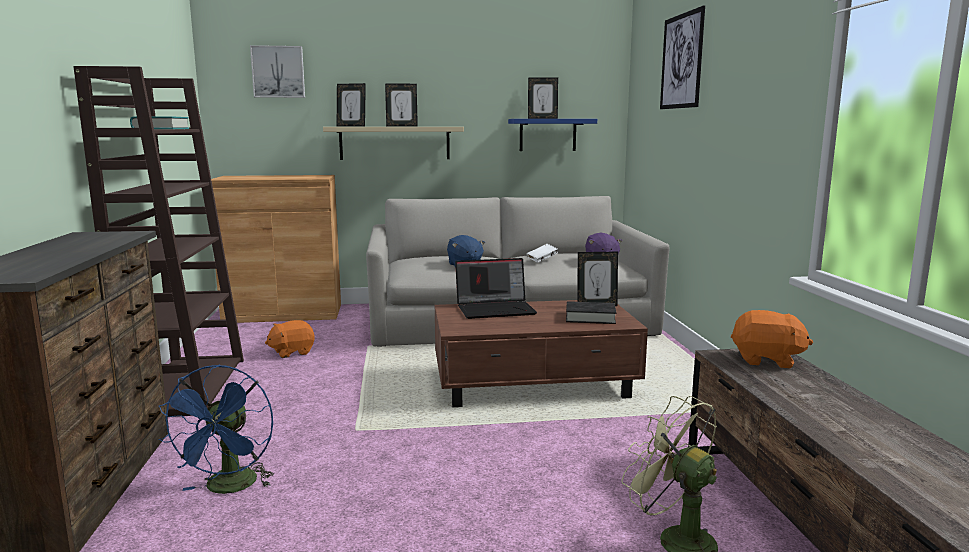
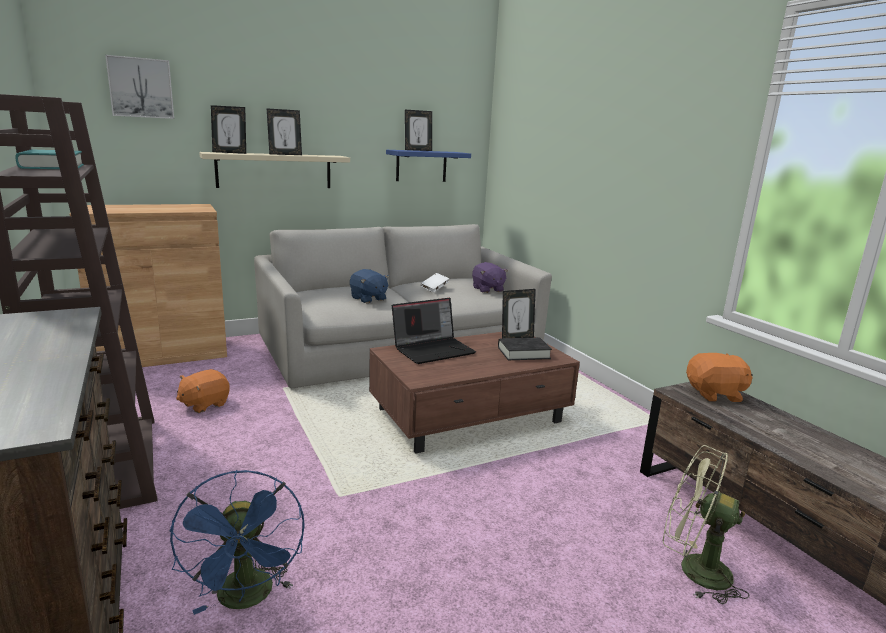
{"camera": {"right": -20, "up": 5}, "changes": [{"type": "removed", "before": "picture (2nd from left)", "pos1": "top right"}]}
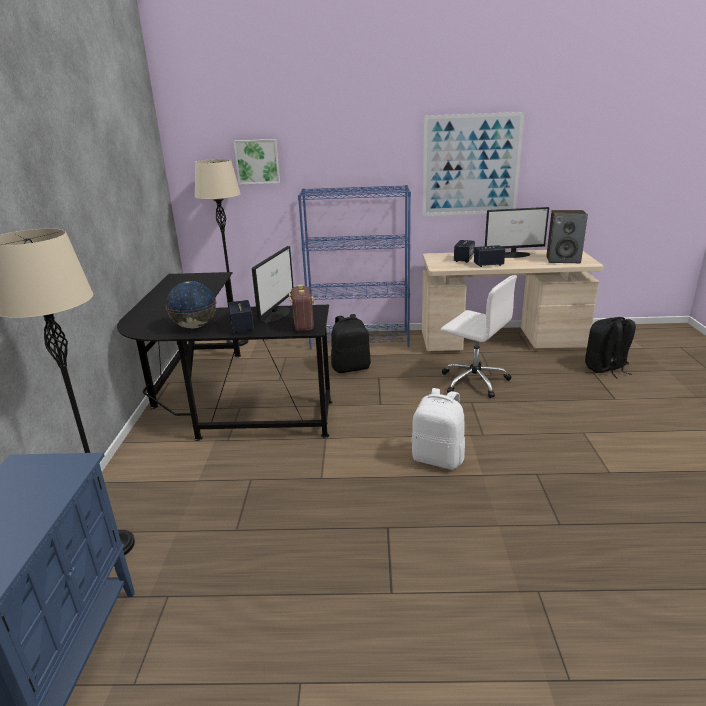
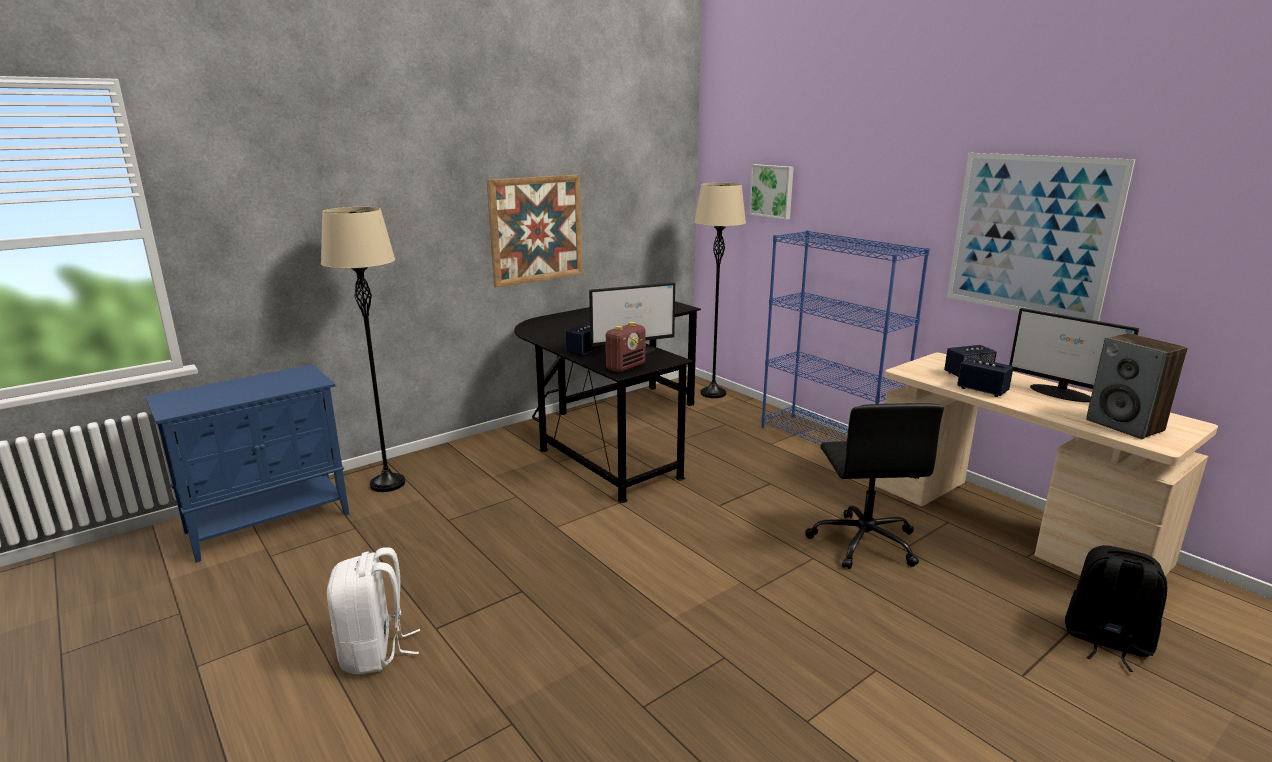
{"camera": {"right": 50, "up": -5}, "changes": [{"type": "recoloured", "before": "white office chair", "after": "black office chair", "pos1": "middle right", "pos2": "middle right"}, {"type": "removed", "before": "globe", "pos1": "middle left"}, {"type": "removed", "before": "black backpack (1st from left)", "pos1": "centre"}, {"type": "moved", "before": "white backpack", "pos1": "centre", "pos2": "bottom left"}, {"type": "added", "after": "picture (1st from left)", "pos2": "top centre"}]}
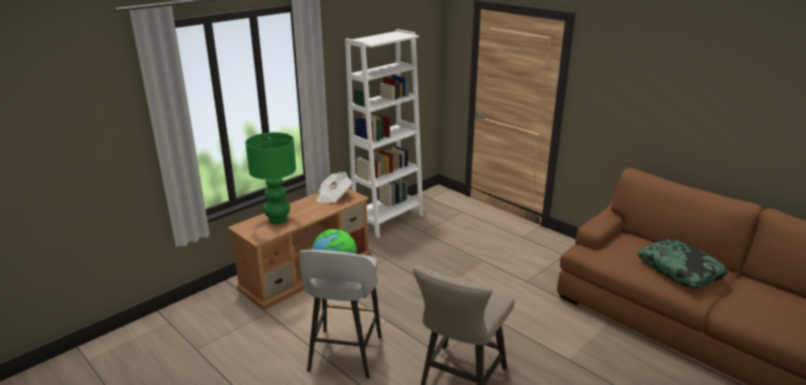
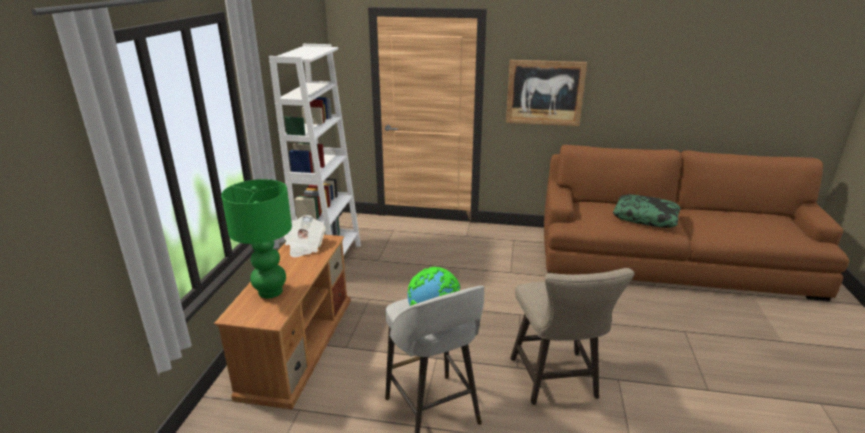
{"camera": {"right": -35, "up": 0}, "changes": [{"type": "added", "after": "picture", "pos2": "top centre"}]}
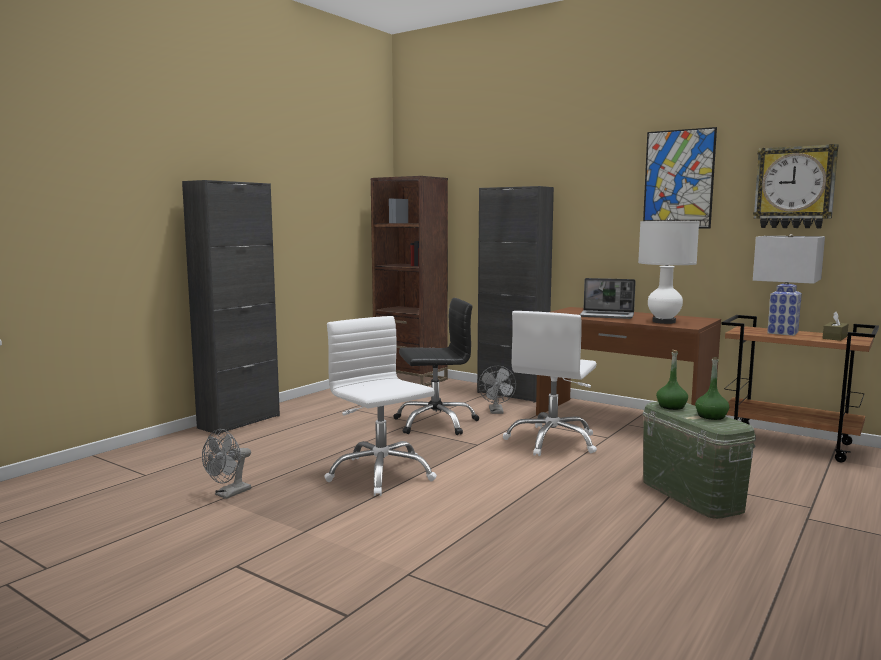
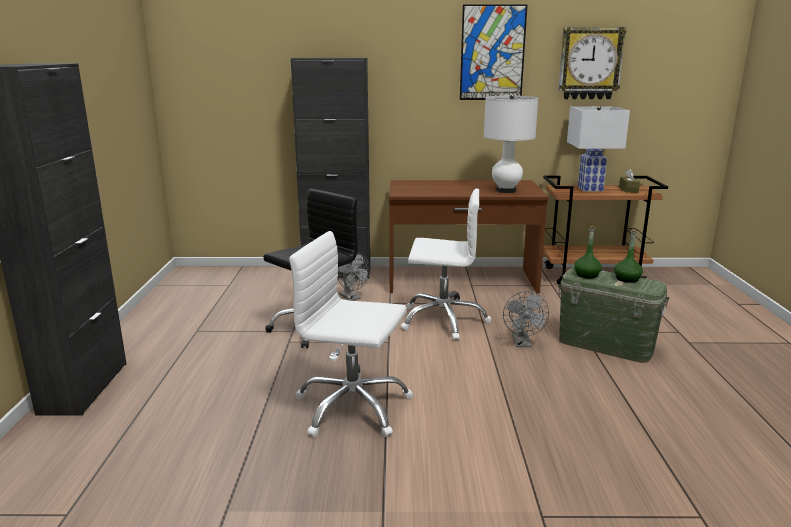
{"camera": {"right": -35, "up": 10}, "changes": [{"type": "removed", "before": "brown bookcase", "pos1": "centre"}, {"type": "removed", "before": "laptop", "pos1": "middle right"}, {"type": "turned", "before": "white office chair (2nd from left)", "pos1": "centre", "pos2": "centre", "turn": -75}, {"type": "moved", "before": "grey fan (1st from left in the first image)", "after": "grey fan (2nd from left)", "pos1": "bottom left", "pos2": "centre"}]}
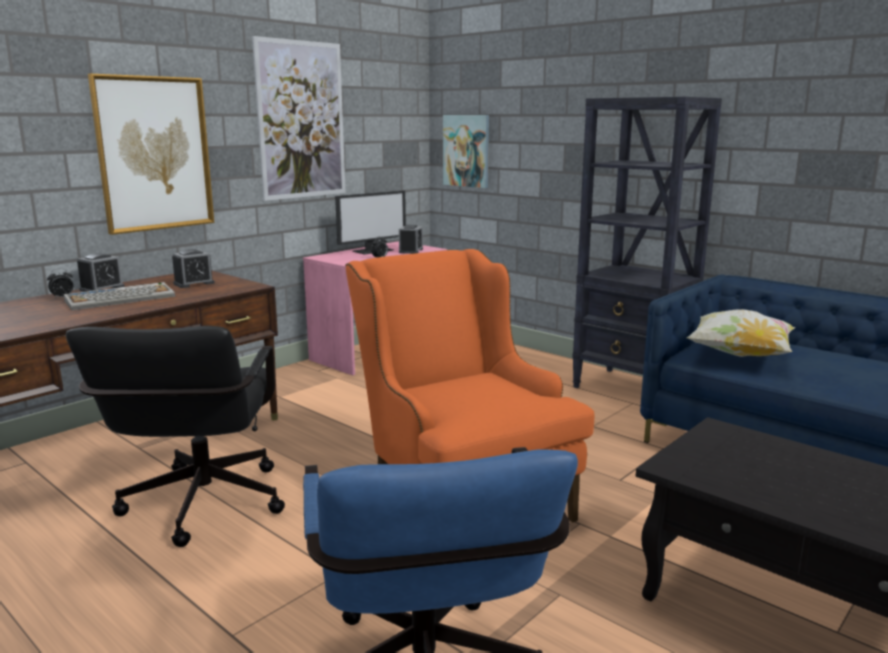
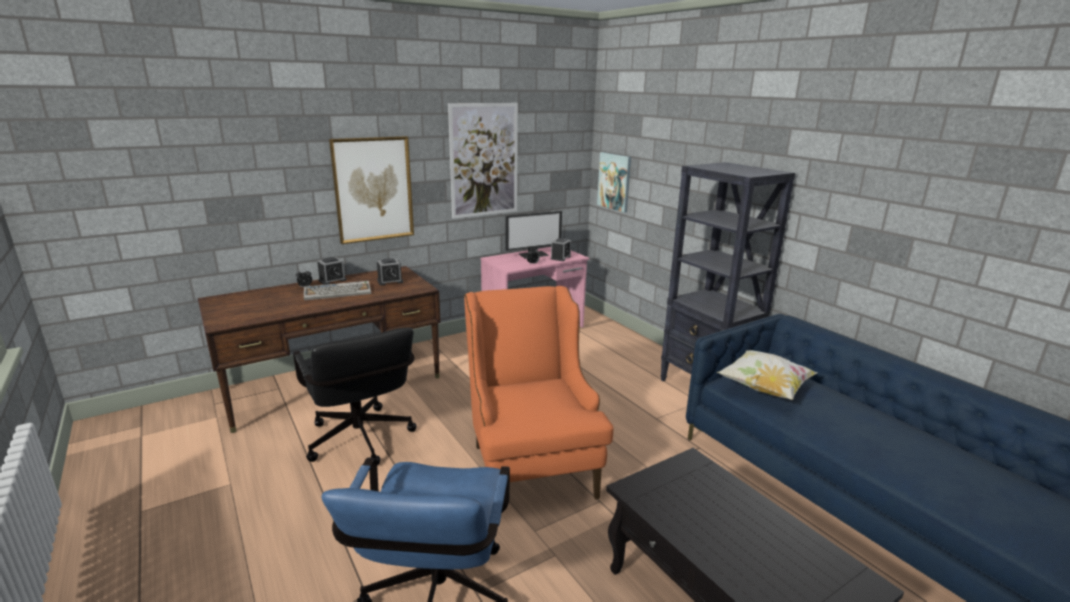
{"camera": {"right": 15, "up": 5}, "changes": [{"type": "turned", "before": "black office chair", "pos1": "bottom left", "pos2": "middle left", "turn": -45}]}
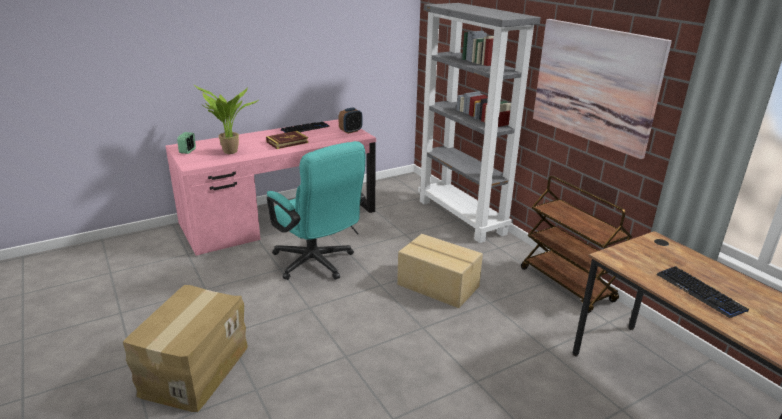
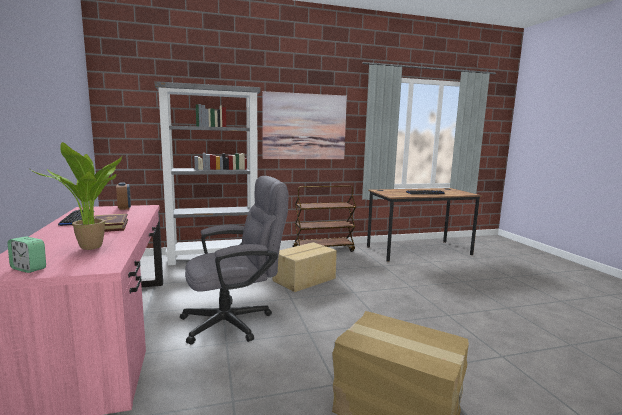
{"camera": {"right": -75, "up": -15}, "changes": [{"type": "recoloured", "before": "turquoise office chair", "after": "grey office chair", "pos1": "centre", "pos2": "centre"}]}
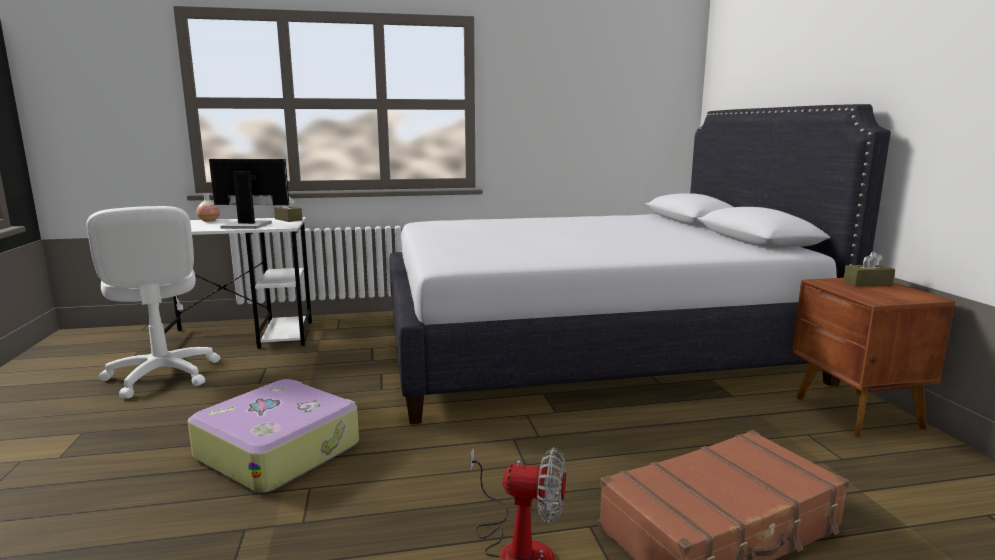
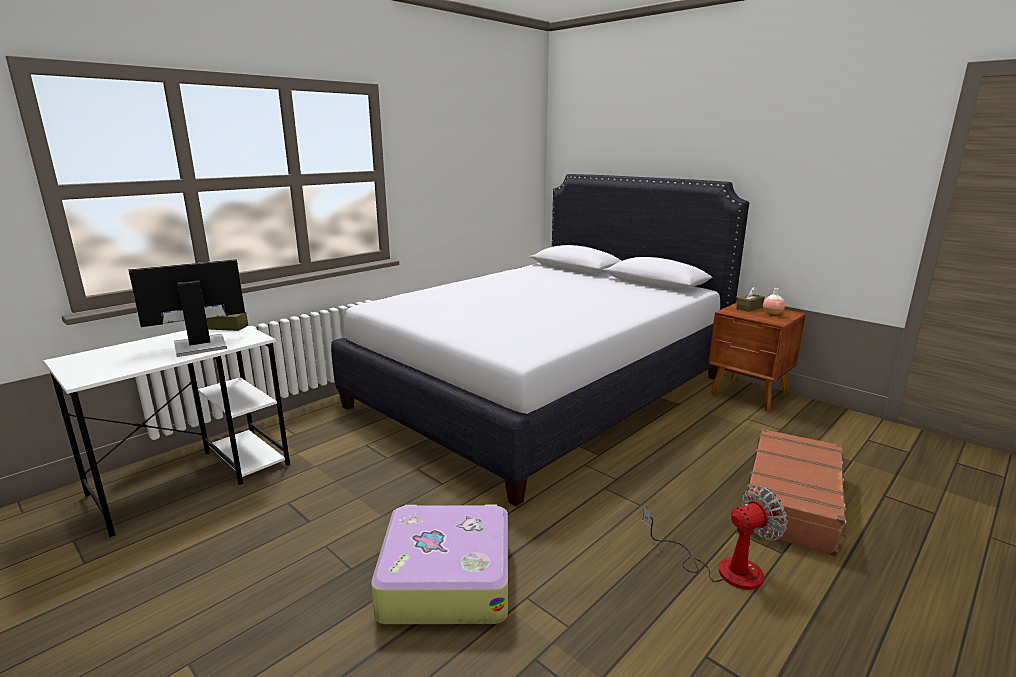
{"camera": {"right": -35, "up": 5}, "changes": [{"type": "moved", "before": "vase", "pos1": "middle left", "pos2": "middle right"}, {"type": "removed", "before": "white office chair", "pos1": "middle left"}]}
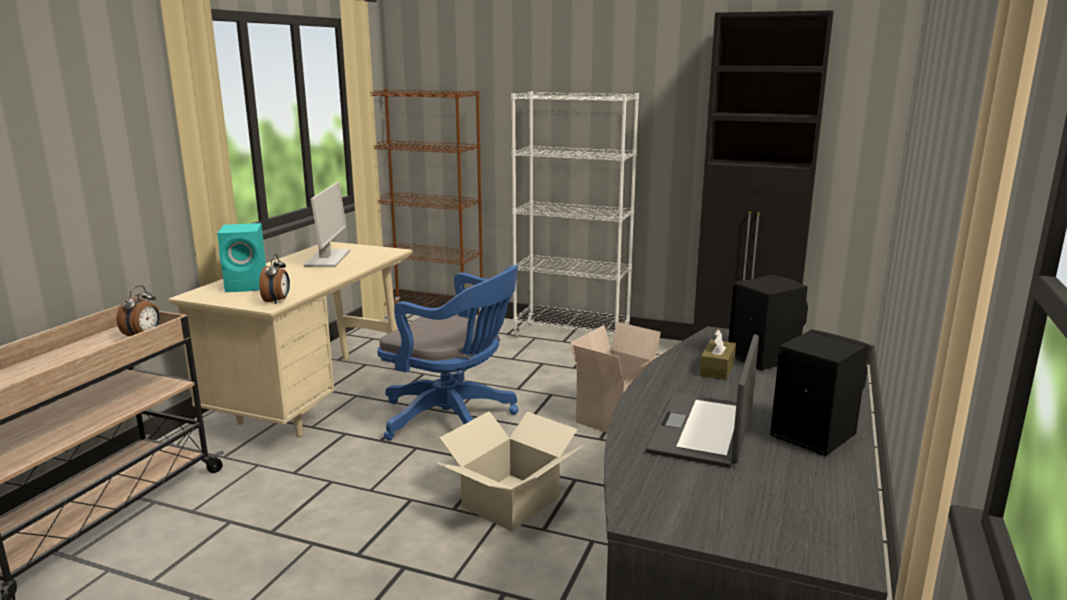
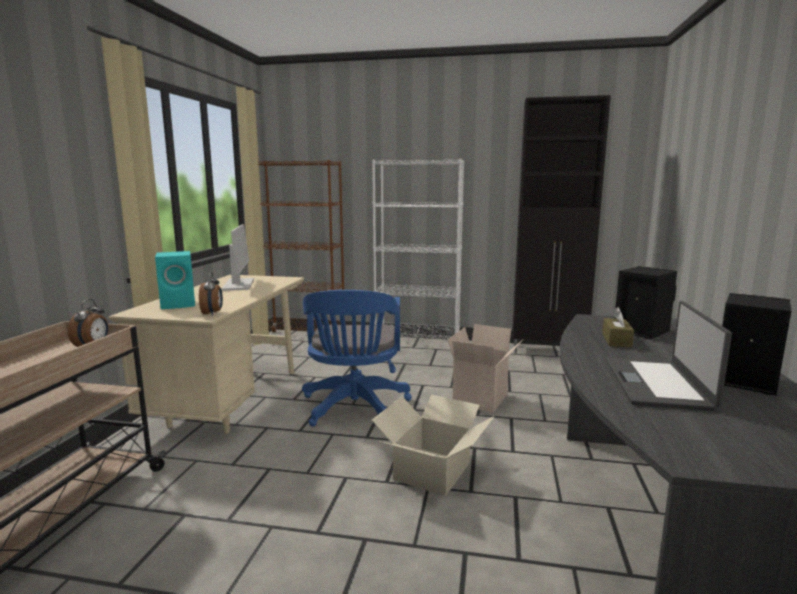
{"camera": {"right": -10, "up": -5}, "changes": [{"type": "turned", "before": "blue office chair", "pos1": "centre", "pos2": "centre", "turn": 75}]}
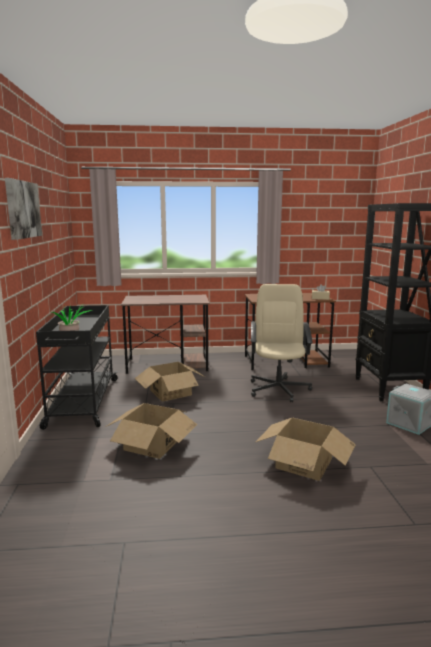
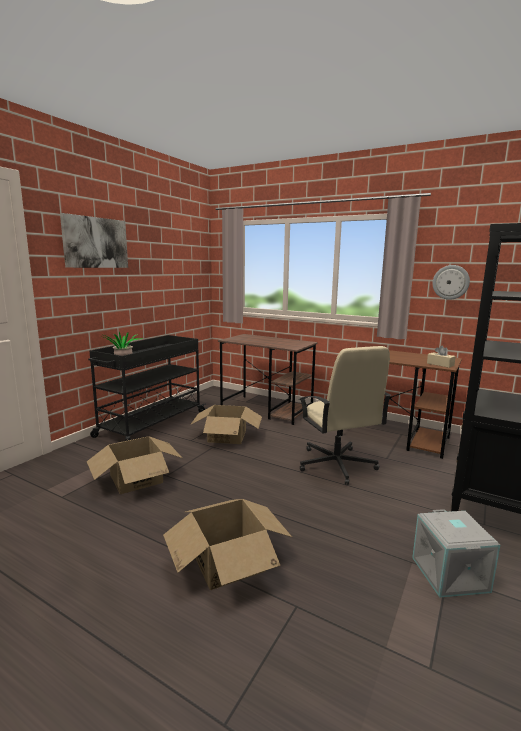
{"camera": {"right": 35, "up": 0}, "changes": [{"type": "turned", "before": "beige office chair", "pos1": "centre", "pos2": "centre", "turn": 120}, {"type": "added", "after": "wall clock", "pos2": "middle right"}]}
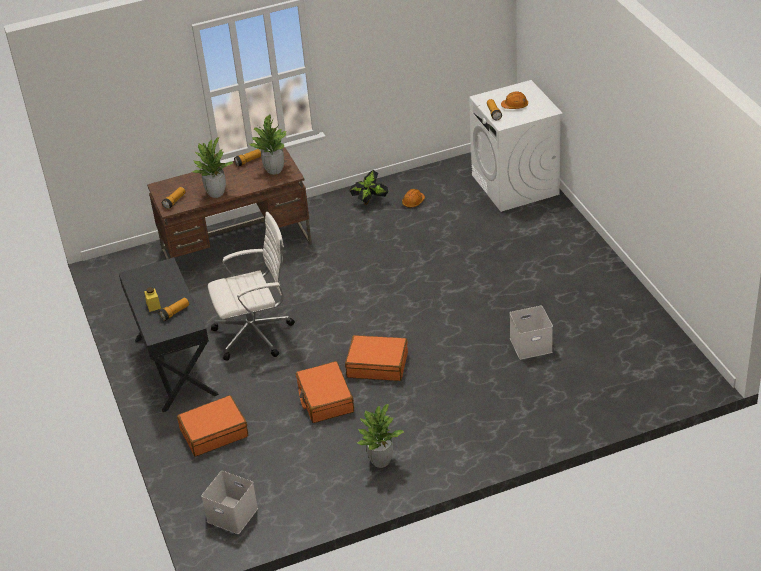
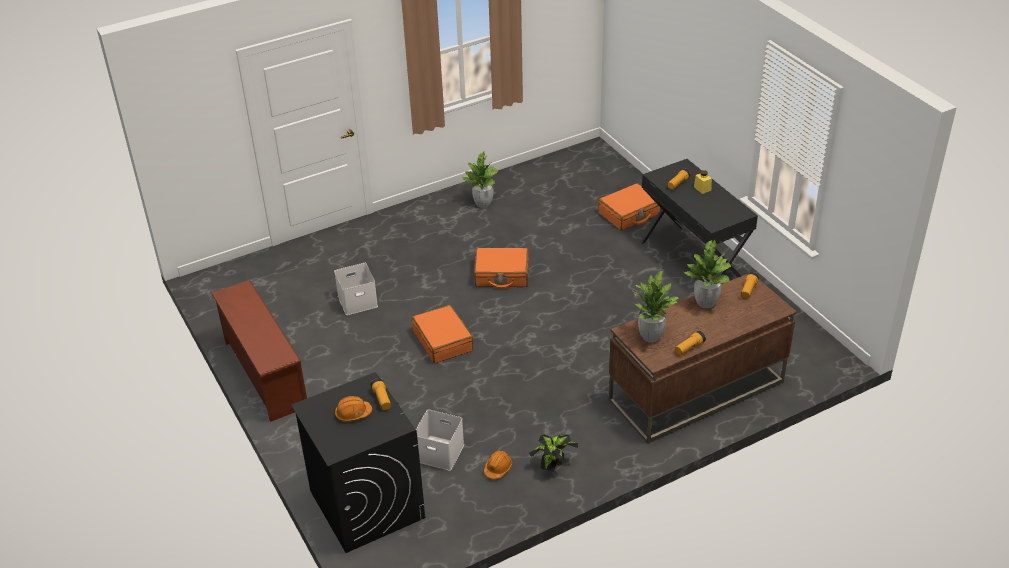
{"camera": {"right": 170, "up": 0}, "changes": [{"type": "recoloured", "before": "white washing machine", "after": "black washing machine", "pos1": "top right", "pos2": "bottom centre"}, {"type": "removed", "before": "white office chair", "pos1": "middle left"}, {"type": "moved", "before": "orange suitcase (2nd from left in the first image)", "after": "orange suitcase (1st from left)", "pos1": "bottom centre", "pos2": "centre"}, {"type": "moved", "before": "white storage box (1st from left in the first image)", "after": "white storage box (2nd from left)", "pos1": "bottom left", "pos2": "bottom centre"}, {"type": "added", "after": "brown shoe rack", "pos2": "middle left"}]}
